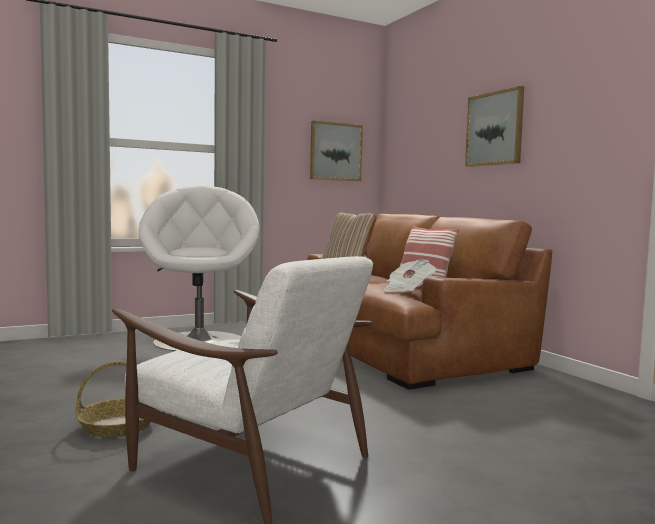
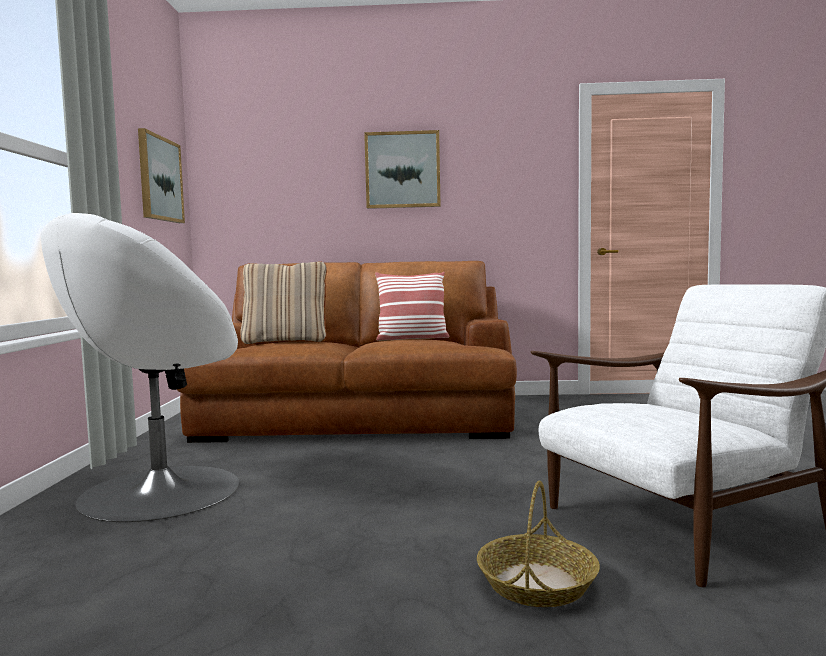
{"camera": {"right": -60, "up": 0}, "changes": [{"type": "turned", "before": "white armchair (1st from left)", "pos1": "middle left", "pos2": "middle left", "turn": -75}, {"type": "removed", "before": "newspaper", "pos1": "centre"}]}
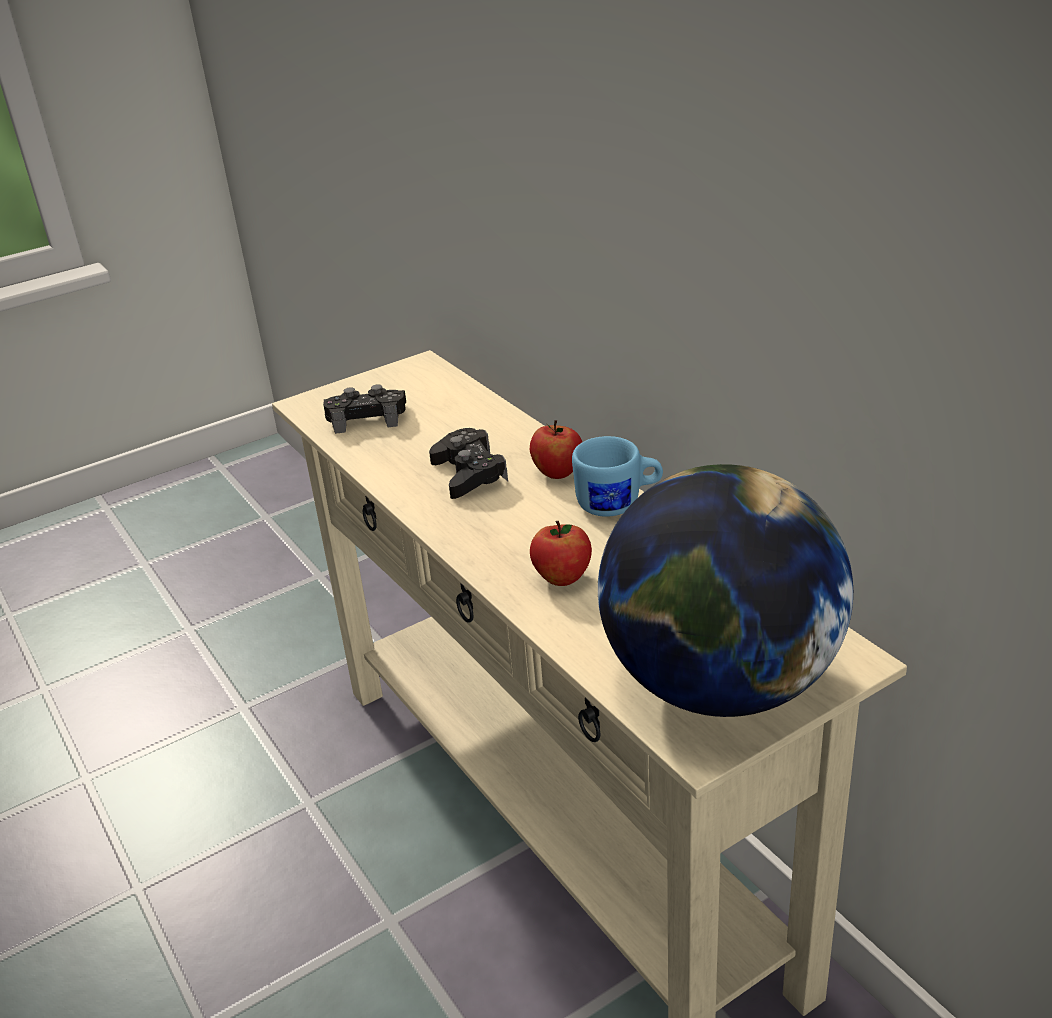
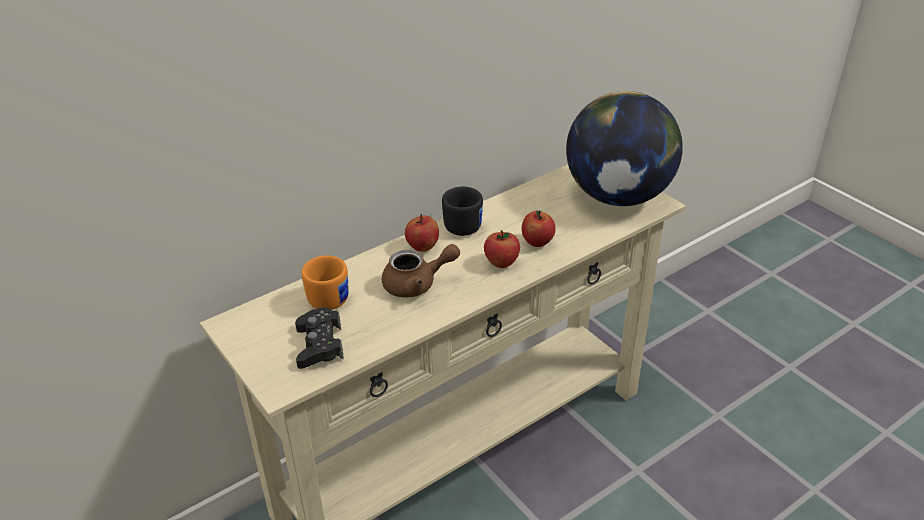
{"camera": {"right": -95, "up": 5}, "changes": [{"type": "replaced", "before": "black game controller (2nd from left)", "after": "brown teapot", "pos1": "centre", "pos2": "centre"}, {"type": "recoloured", "before": "blue mug", "after": "black mug", "pos1": "centre", "pos2": "centre"}, {"type": "added", "after": "apple (2nd from left)", "pos2": "centre"}, {"type": "added", "after": "orange mug", "pos2": "centre"}]}
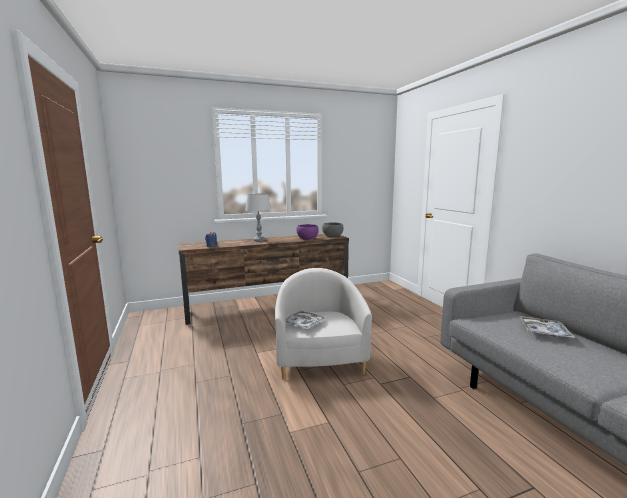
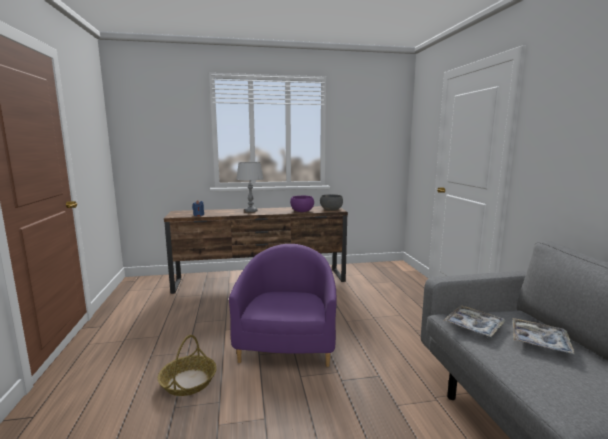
{"camera": {"right": 10, "up": 0}, "changes": [{"type": "recoloured", "before": "white armchair", "after": "purple armchair", "pos1": "centre", "pos2": "bottom centre"}, {"type": "moved", "before": "tray (1st from left)", "pos1": "centre", "pos2": "bottom right"}, {"type": "added", "after": "basket", "pos2": "bottom left"}]}
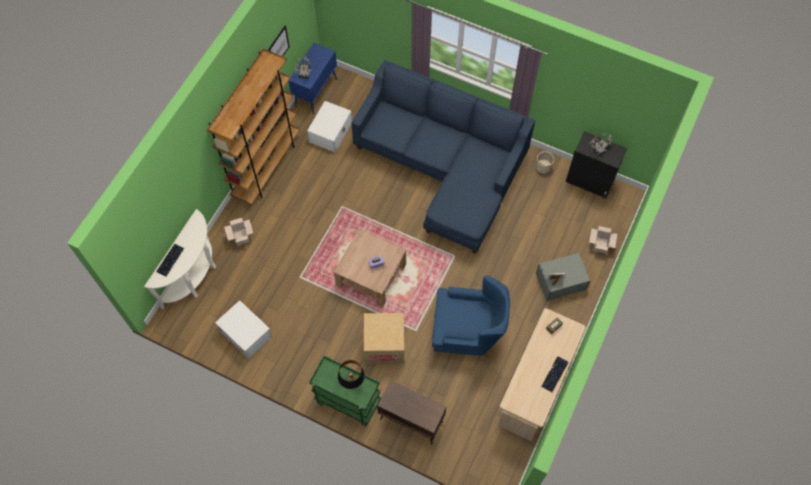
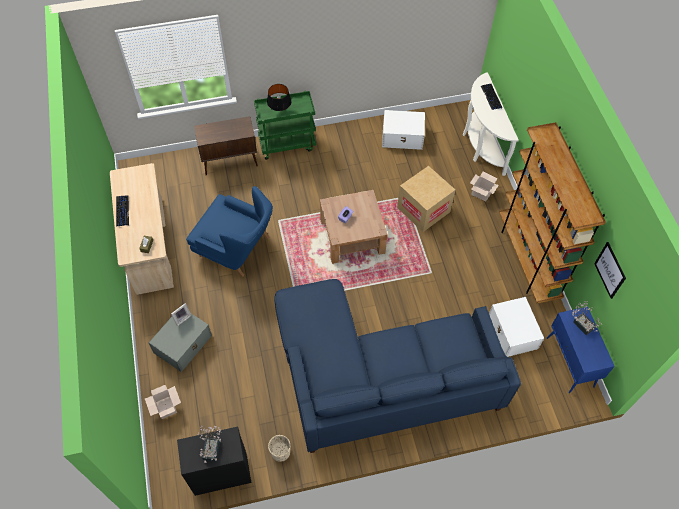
{"camera": {"right": 140, "up": -5}, "changes": [{"type": "turned", "before": "blue armchair", "pos1": "centre", "pos2": "centre", "turn": -120}, {"type": "moved", "before": "cardboard box (2nd from left)", "pos1": "bottom centre", "pos2": "centre"}]}
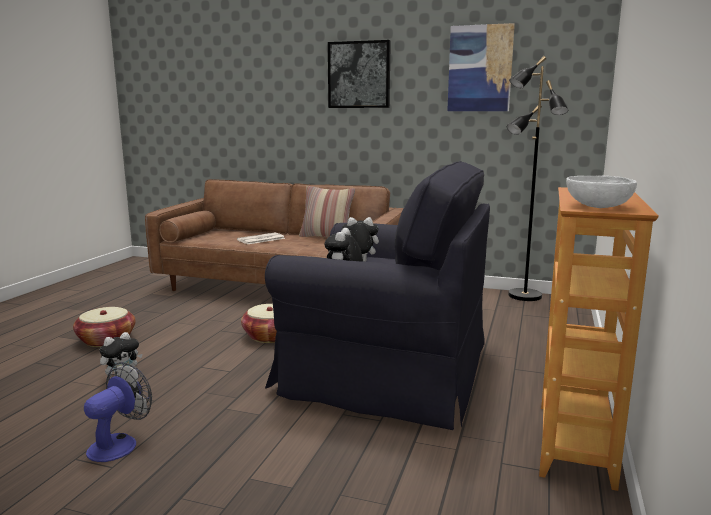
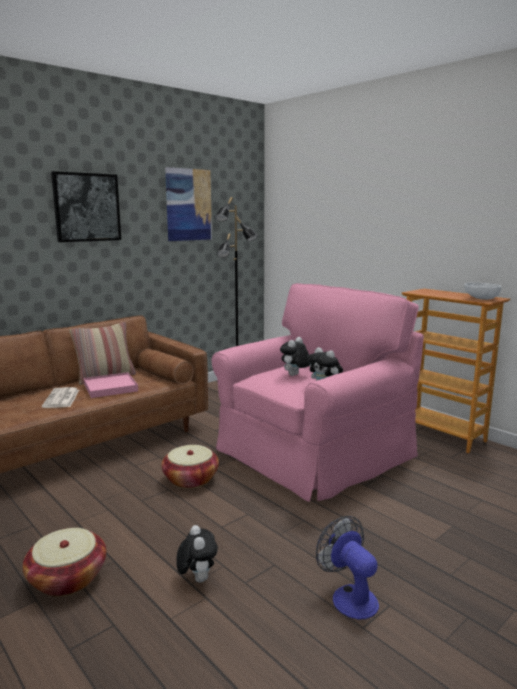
{"camera": {"right": -60, "up": 0}, "changes": [{"type": "recoloured", "before": "black armchair", "after": "pink armchair", "pos1": "centre", "pos2": "centre"}, {"type": "added", "after": "pink tray", "pos2": "middle left"}]}
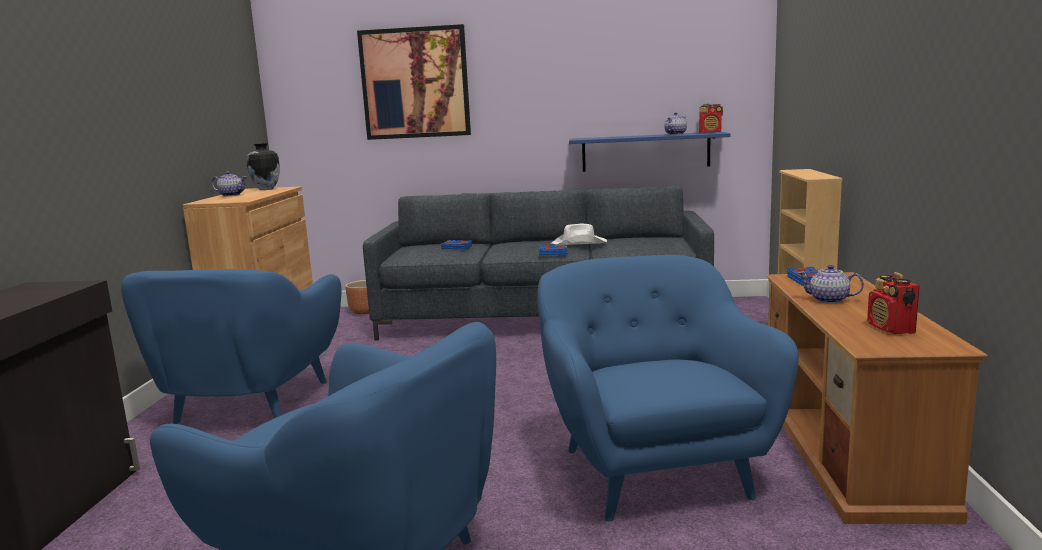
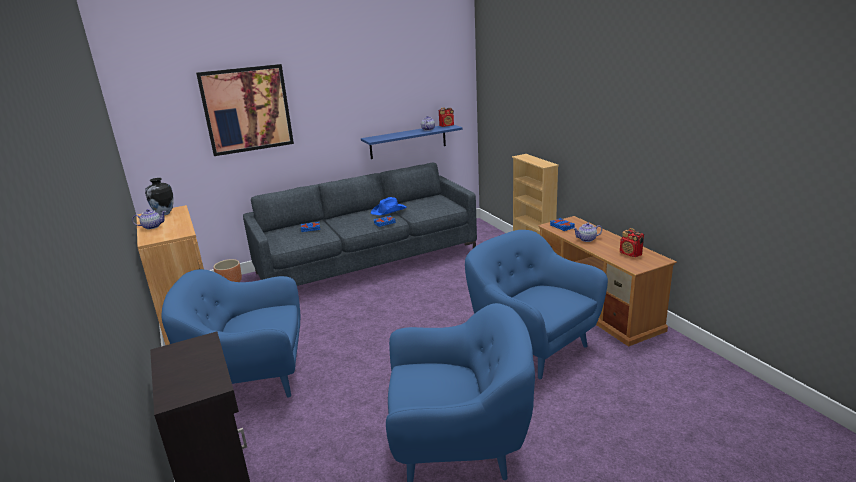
{"camera": {"right": -30, "up": 10}, "changes": [{"type": "recoloured", "before": "white hat", "after": "blue hat", "pos1": "centre", "pos2": "centre"}, {"type": "turned", "before": "blue armchair (1st from left)", "pos1": "middle left", "pos2": "bottom left", "turn": 105}]}
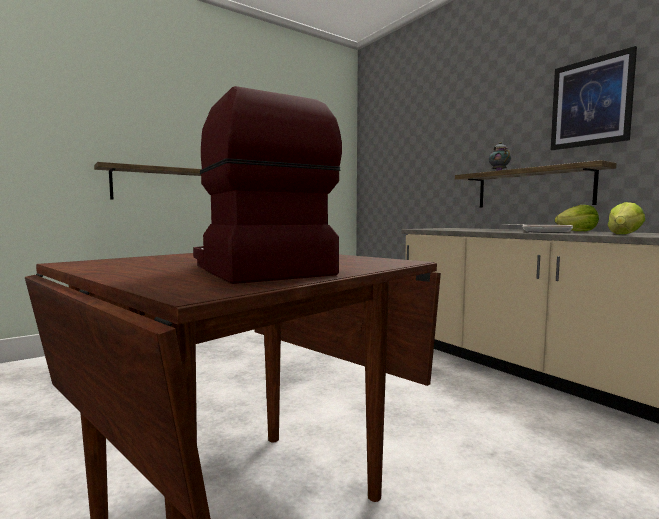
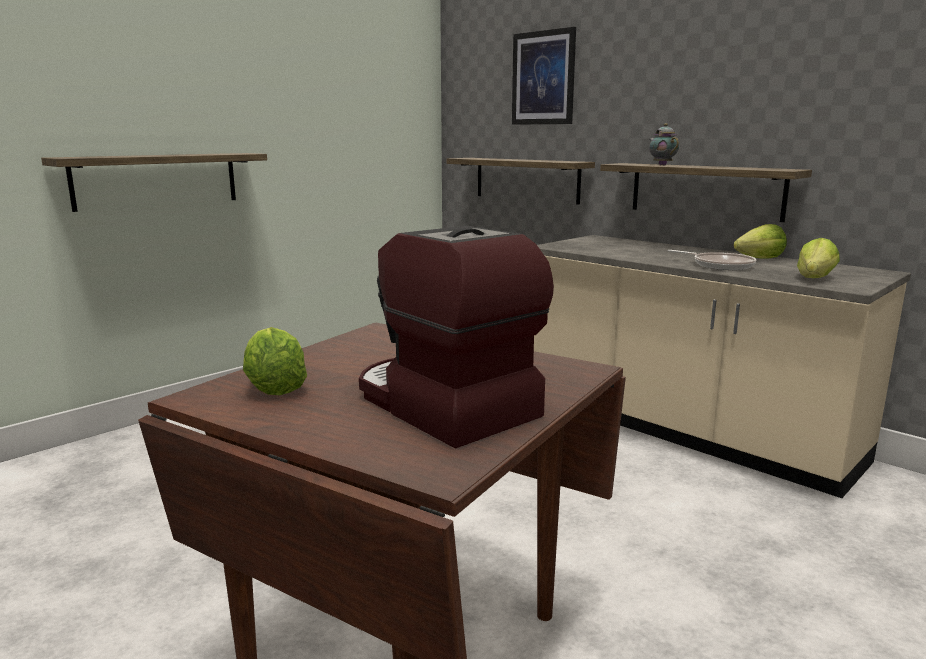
{"camera": {"right": -10, "up": 10}, "changes": [{"type": "moved", "before": "picture", "pos1": "top right", "pos2": "top centre"}, {"type": "added", "after": "shelf (2nd from left)", "pos2": "top centre"}, {"type": "added", "after": "lettuce (1st from left)", "pos2": "middle left"}]}
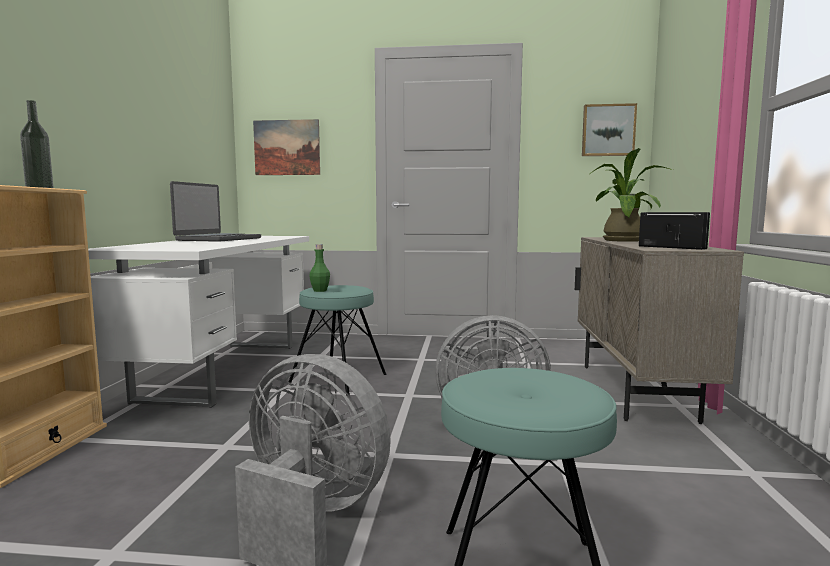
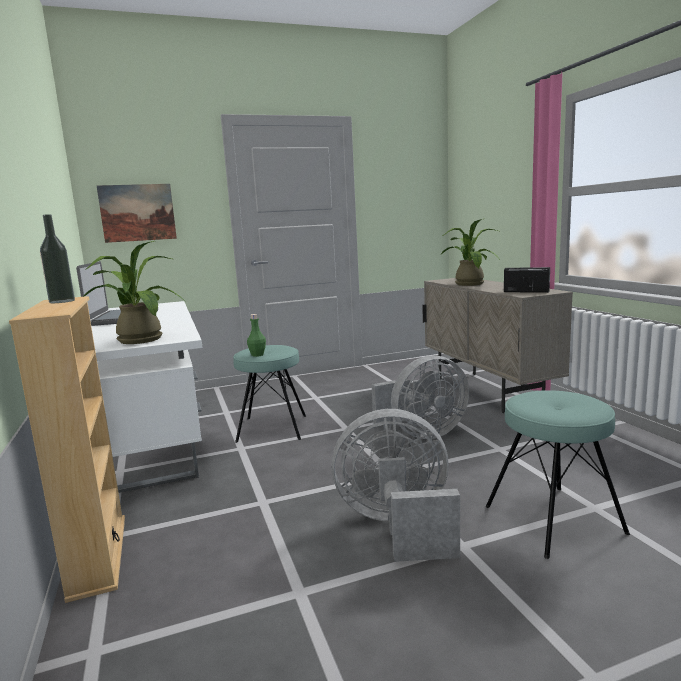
{"camera": {"right": -25, "up": 5}, "changes": [{"type": "removed", "before": "picture (2nd from left)", "pos1": "top right"}, {"type": "added", "after": "potted plant (1st from left)", "pos2": "middle left"}]}
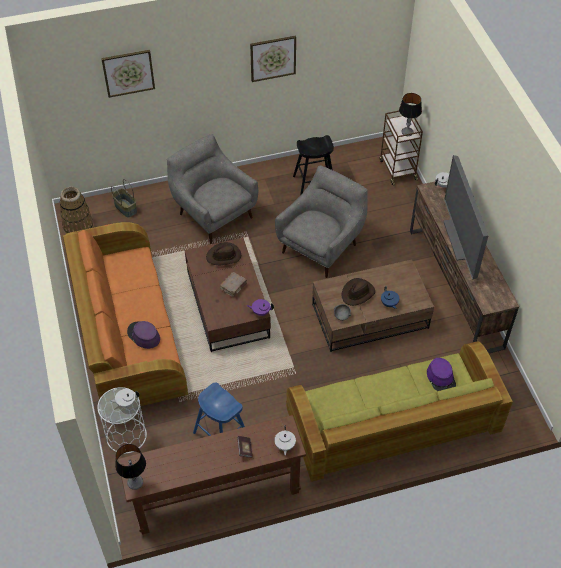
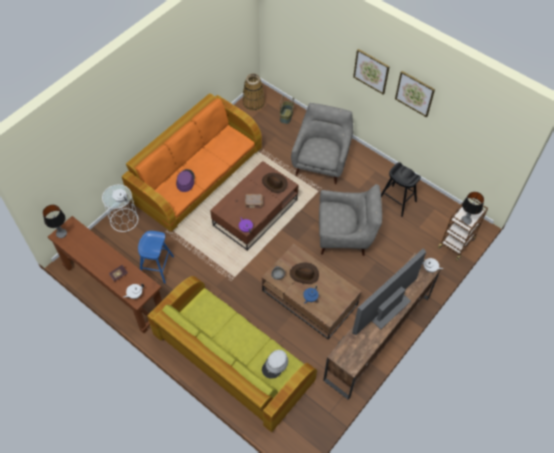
{"camera": {"right": 55, "up": 5}, "changes": [{"type": "moved", "before": "picture (1st from left)", "pos1": "top left", "pos2": "top right"}, {"type": "recoloured", "before": "purple hat (2nd from left)", "after": "grey hat", "pos1": "middle right", "pos2": "bottom centre"}]}
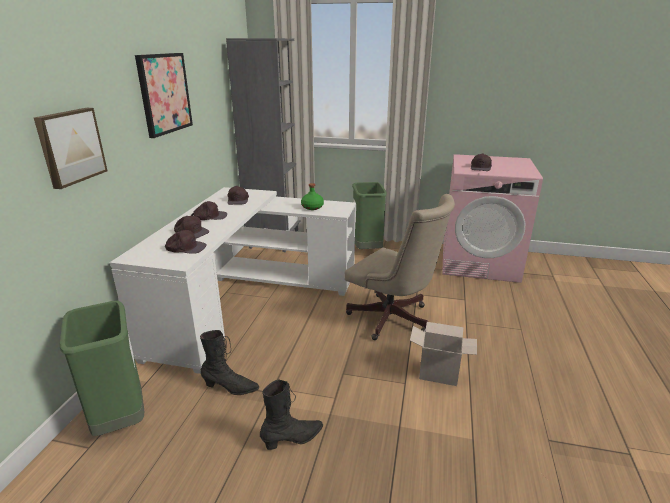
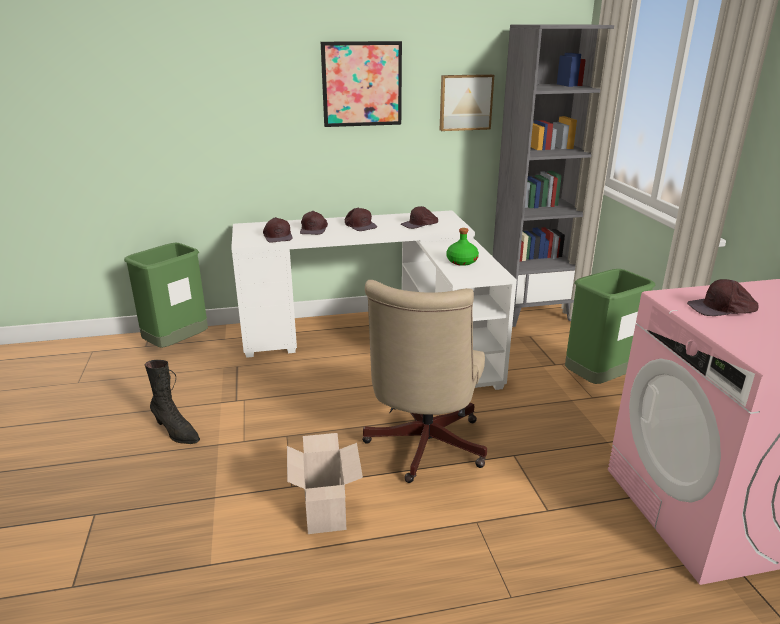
{"camera": {"right": 65, "up": 0}, "changes": [{"type": "moved", "before": "picture (1st from left in the first image)", "after": "picture (2nd from left)", "pos1": "top left", "pos2": "top centre"}, {"type": "removed", "before": "black boot (1st from left)", "pos1": "bottom centre"}]}
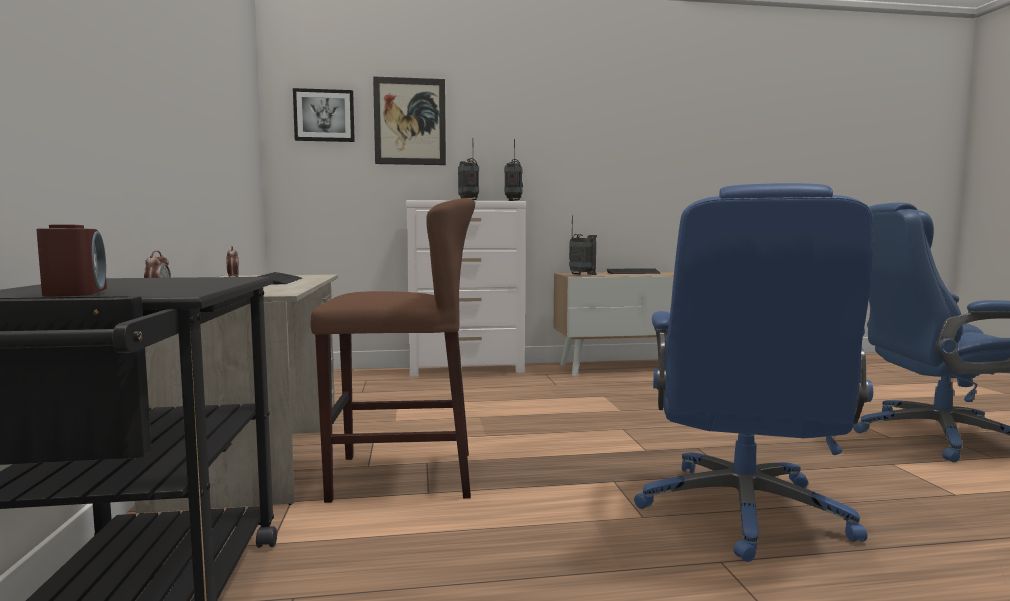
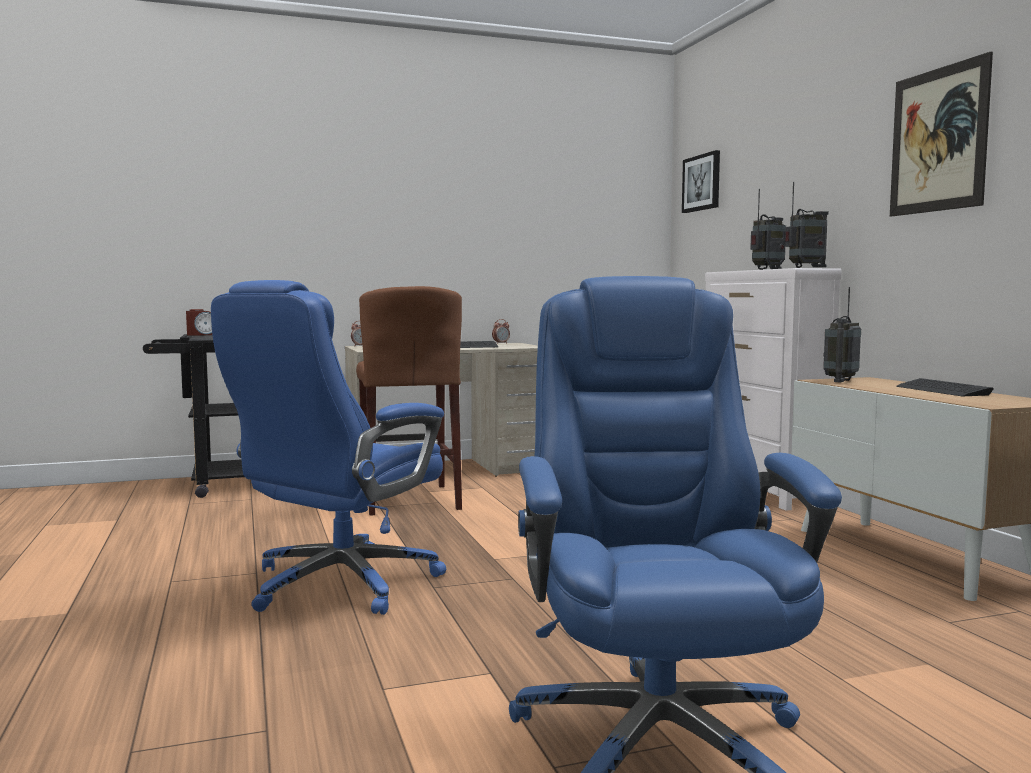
{"camera": {"right": 80, "up": 0}, "changes": [{"type": "moved", "before": "picture (2nd from left)", "pos1": "top centre", "pos2": "top right"}, {"type": "turned", "before": "blue office chair (1st from left)", "pos1": "middle right", "pos2": "middle left", "turn": -60}]}
